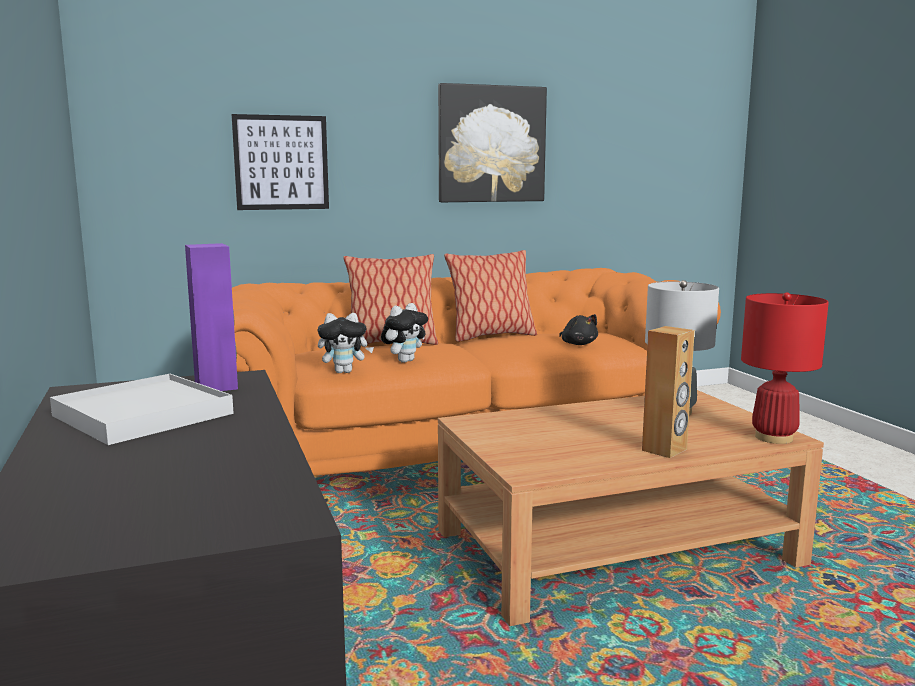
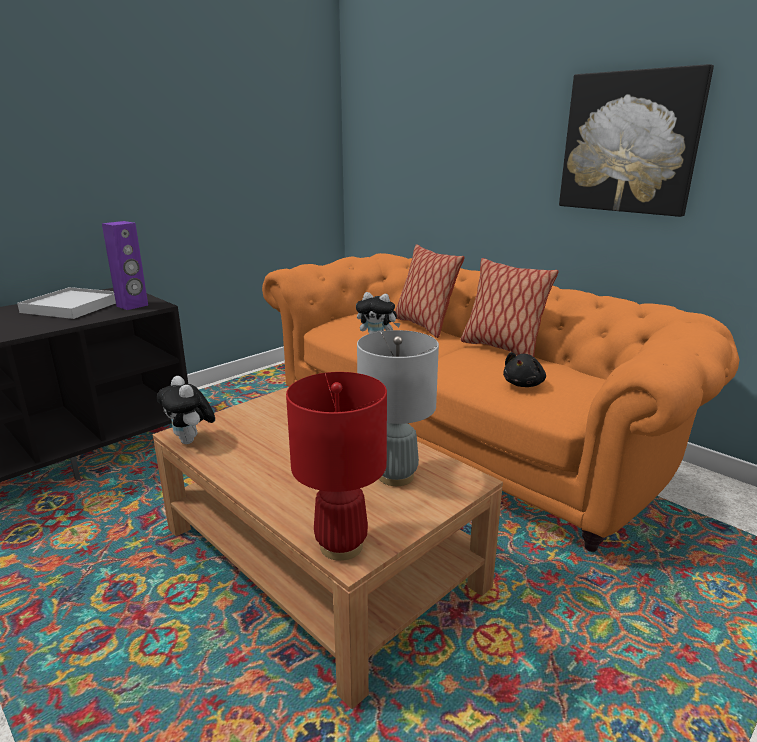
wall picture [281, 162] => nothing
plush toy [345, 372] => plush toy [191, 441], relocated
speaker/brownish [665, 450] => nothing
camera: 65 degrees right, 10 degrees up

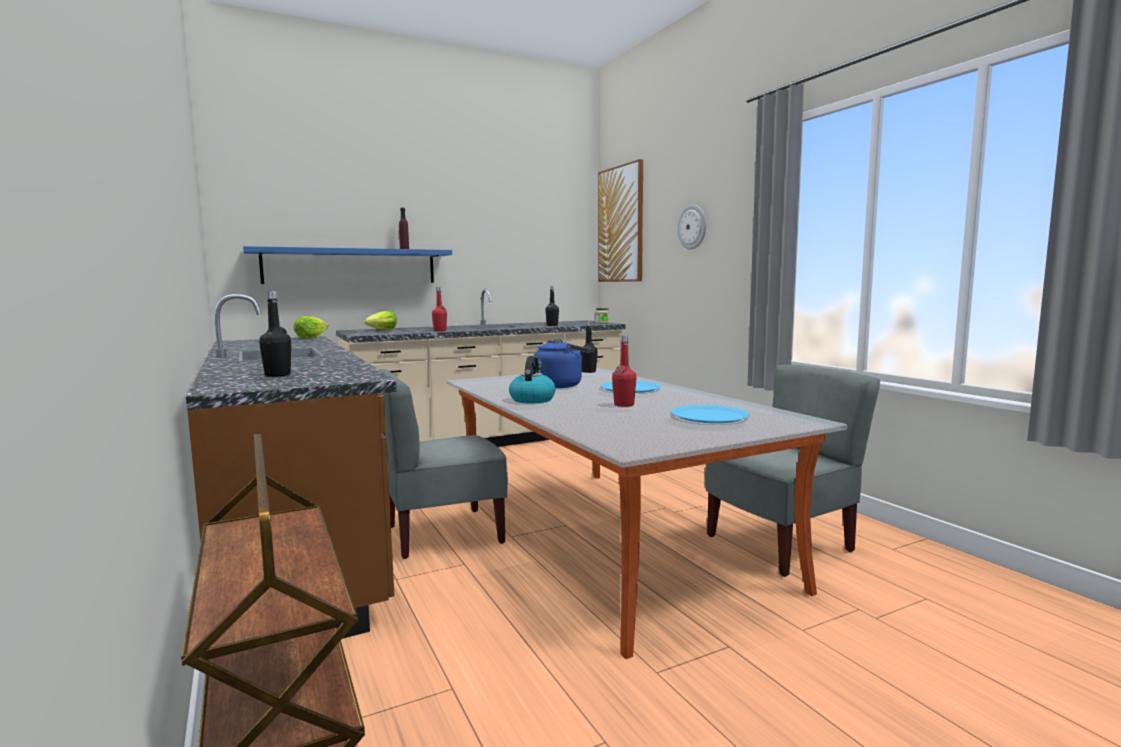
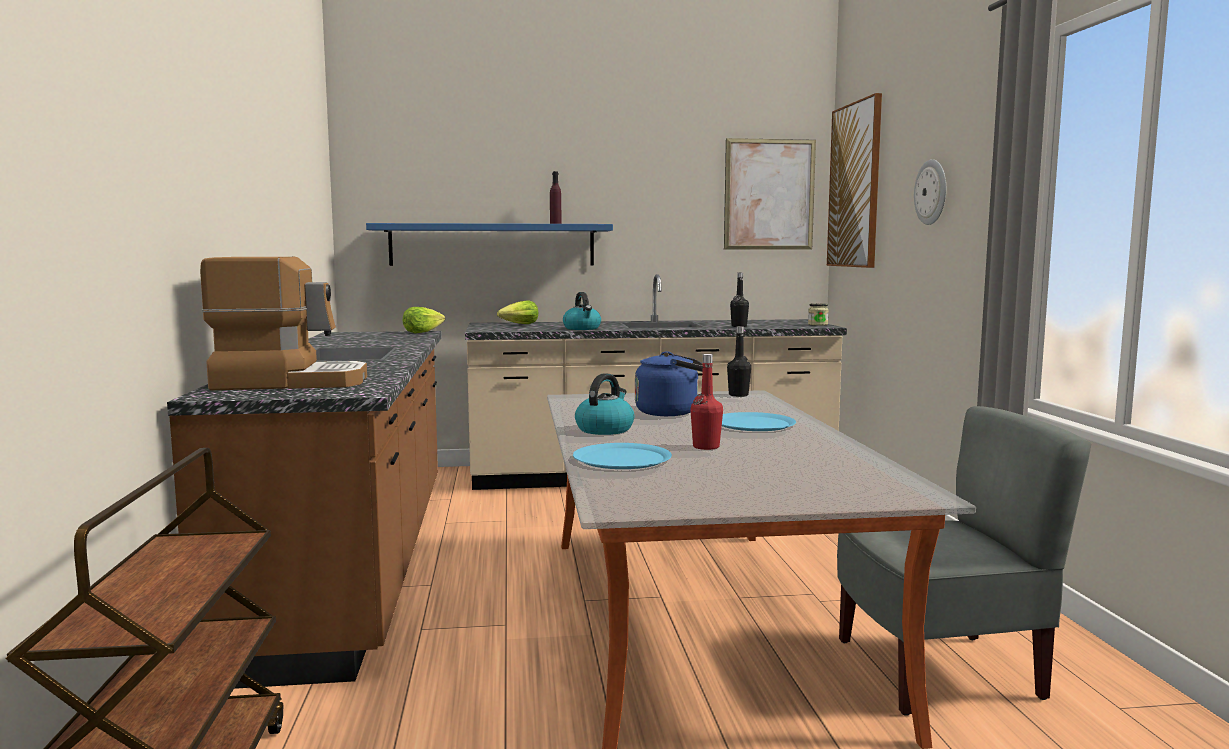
drink bottle/red [440, 330] => kettle [582, 328]
drink bottle/blackish [277, 375] => coffee maker [290, 382]
chair/grey [443, 534] => nothing
dinner plate/bluish [709, 416] => dinner plate/bluish [622, 458], relocated
nothing => wall picture [769, 194]
camera: 20 degrees right, 0 degrees up

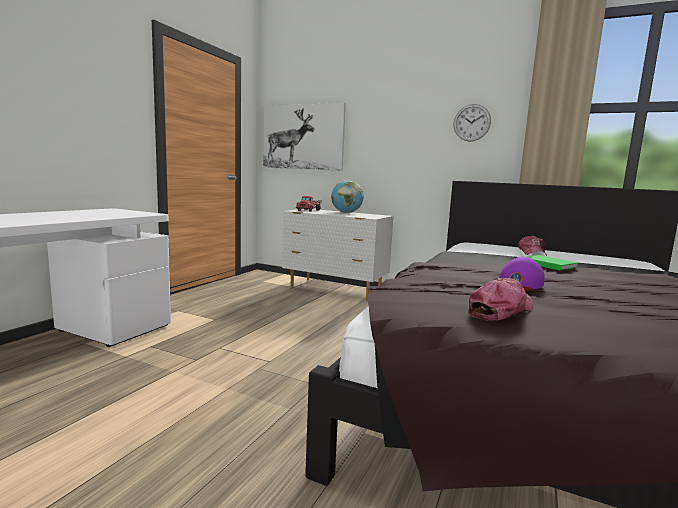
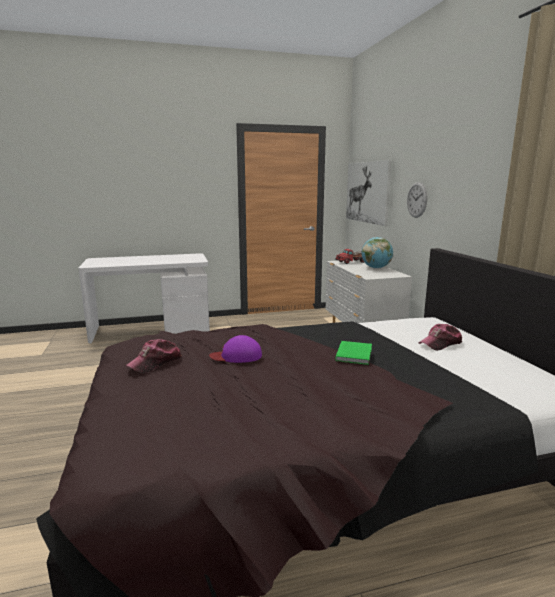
clock on the wall [471, 122] => clock on the wall [417, 200], relocated
baseball cap [500, 310] => baseball cap [155, 363], 120 degrees clockwise
camera: 50 degrees right, 5 degrees up

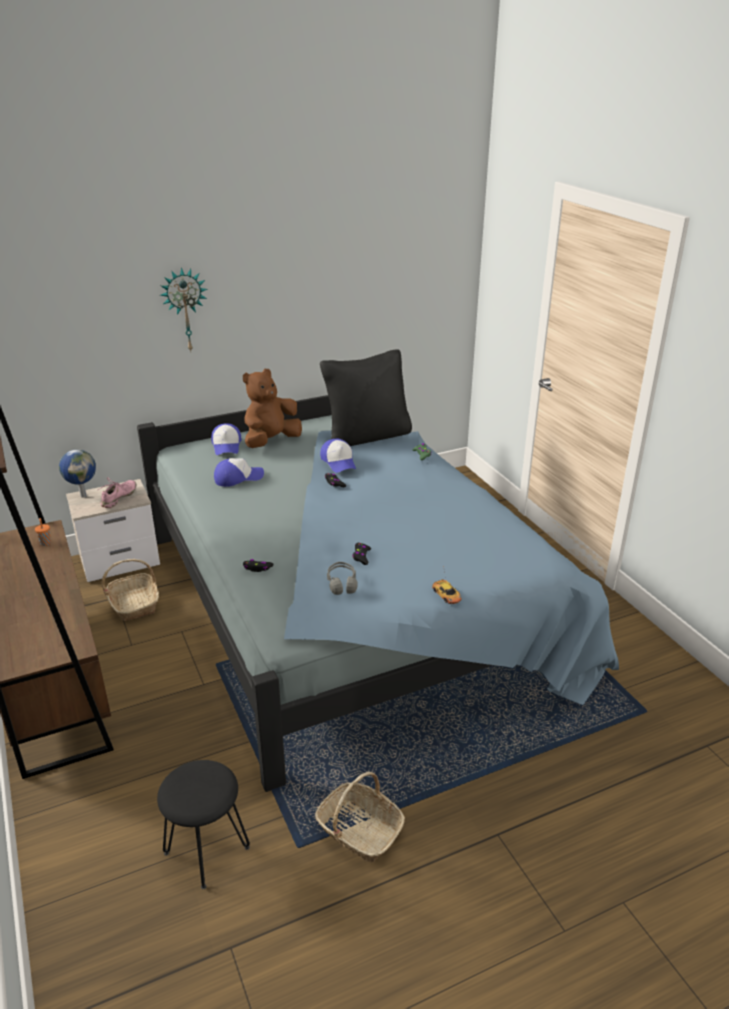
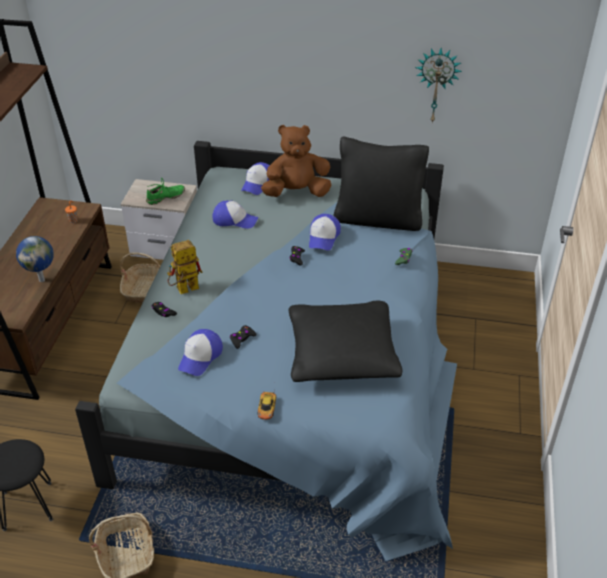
clock on the wall [185, 310] => clock on the wall [436, 84], relocated
world globe [83, 495] => world globe [42, 279], relocated
shoe/pinkish [119, 498] => shoe/green [165, 198]
pair of headphones/grey [342, 584] => baseball cap [200, 357]
nothing => toy robot [183, 290]
nothing => cushion/blackish [342, 354]
camera: 35 degrees right, 10 degrees up

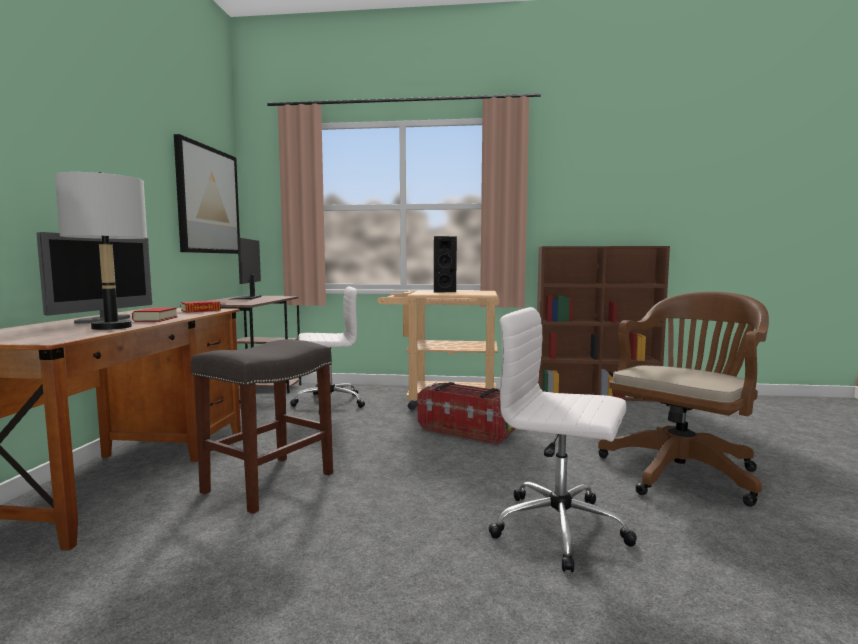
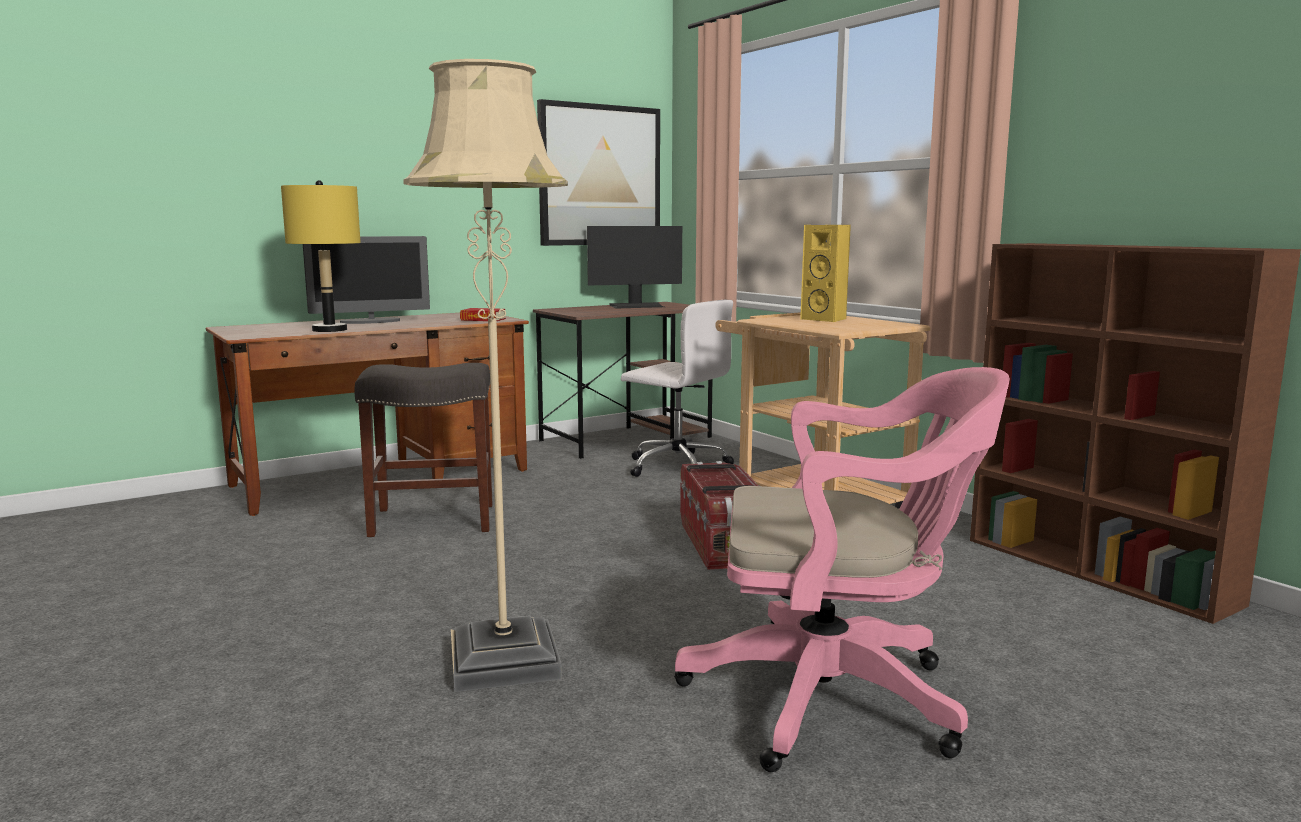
table lamp/grey [111, 327] => table lamp/yellow-coloured [329, 330]
speaker/blackish [443, 291] => speaker/yellow-coloured [826, 319]
computer screen [246, 298] => computer screen [637, 306], 150 degrees counterclockwise
desk chair/brownish [682, 470] => desk chair/pinkish [838, 699]
volume [155, 319] => nothing
desk chair/white-coloured [562, 529] => floor lamp/beige-coloured [504, 660]
camera: 50 degrees right, 5 degrees up

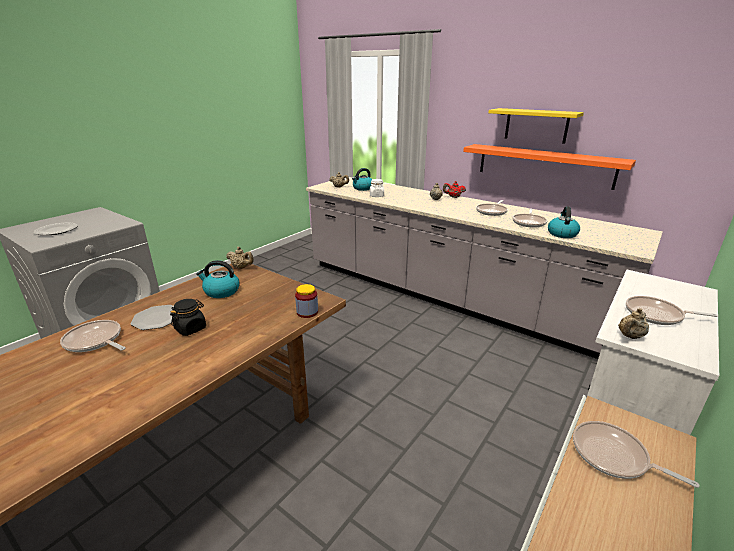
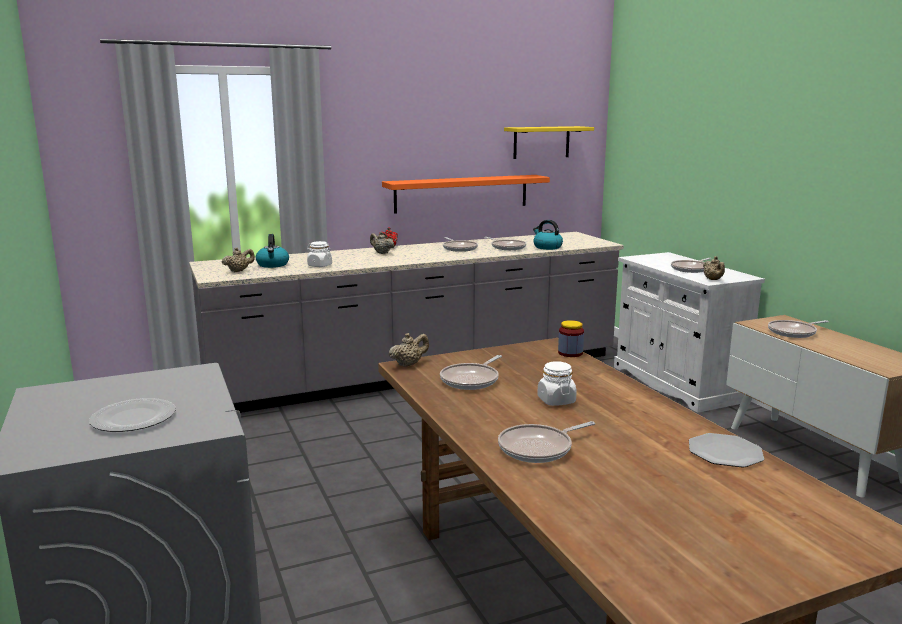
wall shelf/yellow-coloured [536, 125] => wall shelf/yellow-coloured [541, 142], relocated
kettle [221, 291] => pan [471, 380]
storage jar/blackish [191, 328] => storage jar/white-coloured [556, 400]
dinner plate [157, 318] => dinner plate [725, 452], relocated
camera: 60 degrees left, 10 degrees down

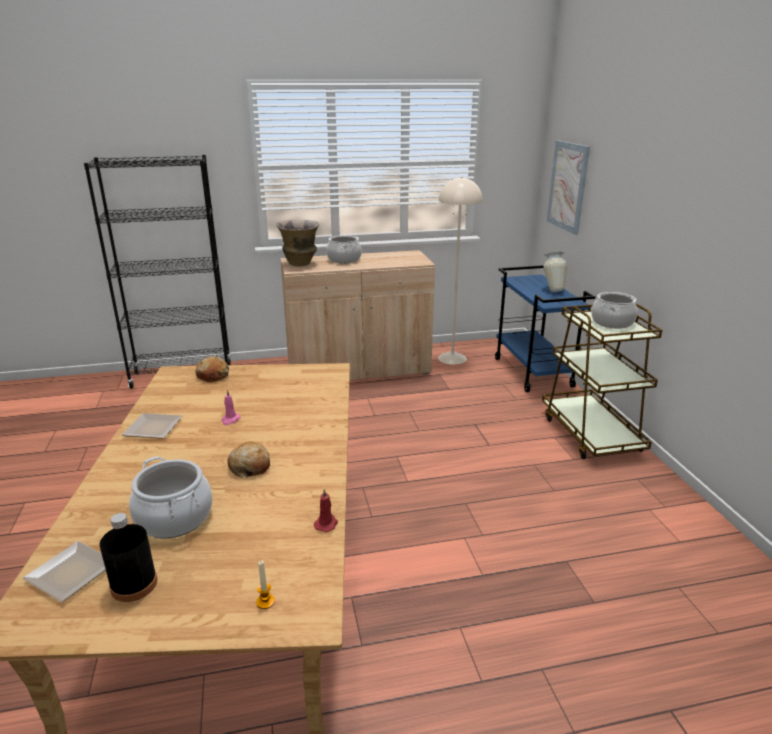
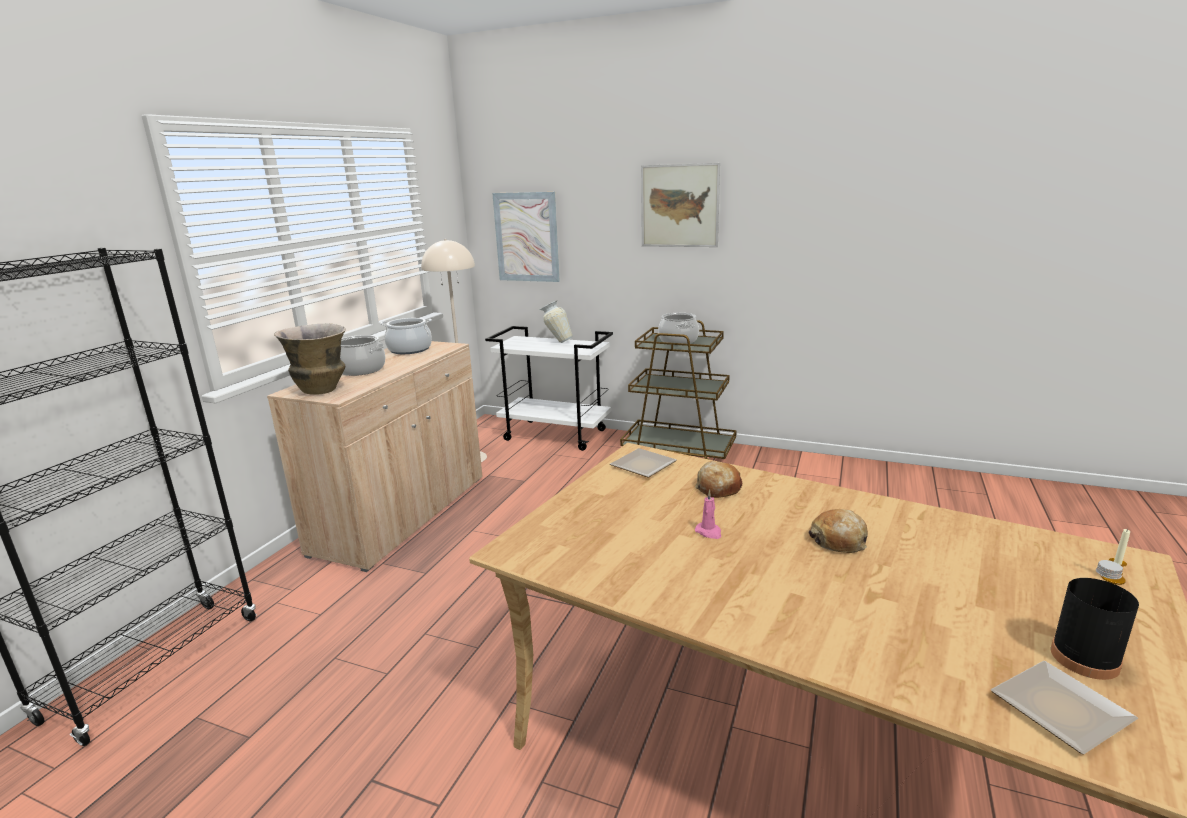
trolley/bluish [534, 372] => trolley/white-coloured [556, 435]
bakery bread [213, 376] => bakery bread [718, 488], relocated
dinner plate [152, 428] => dinner plate [640, 466], relocated
stockpot [175, 517] => stockpot [409, 349], relocated
wax light/red [326, 524] => nothing
nothing => wall picture [679, 206]
camera: 55 degrees left, 5 degrees down

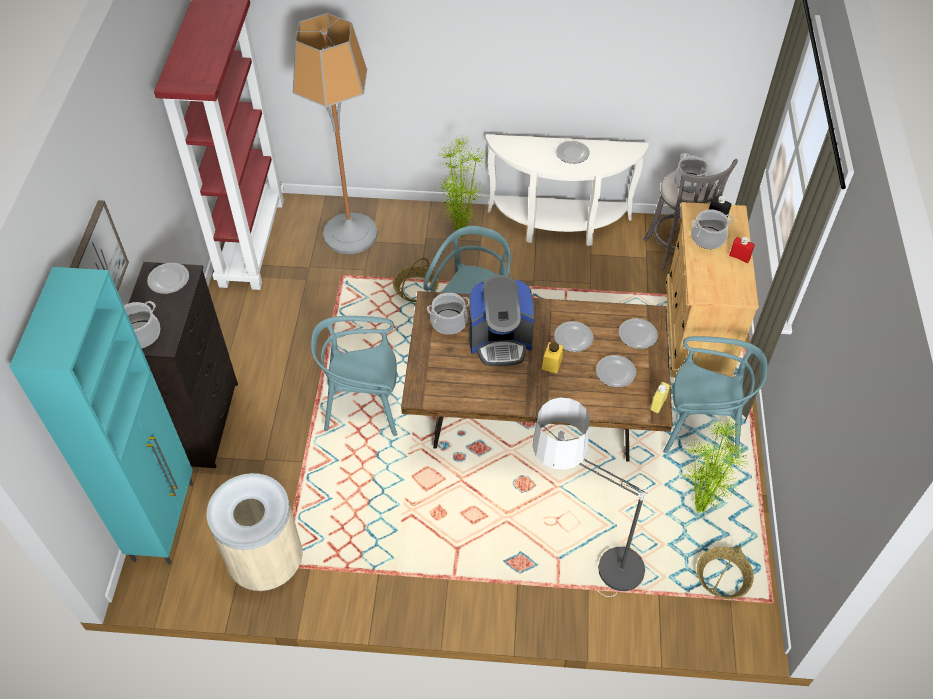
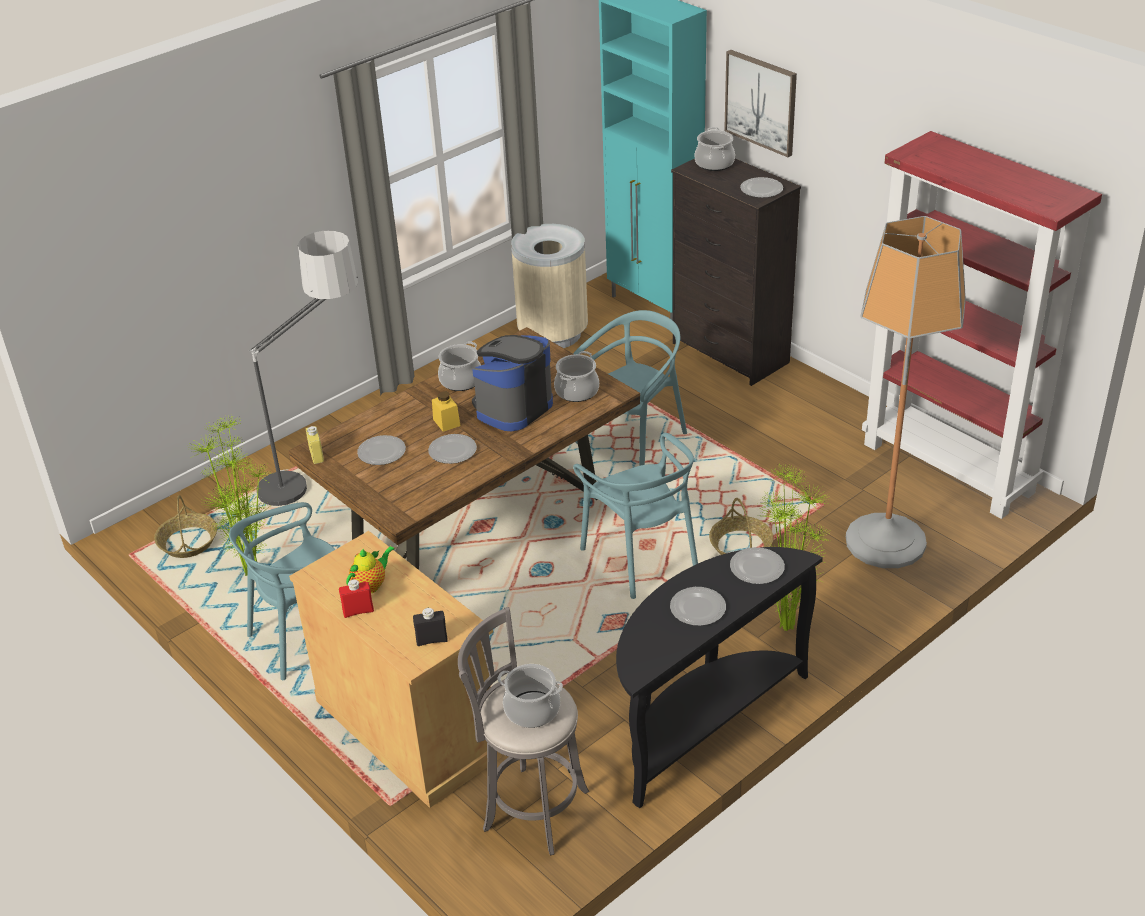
narrow table/white-coloured [558, 227] => narrow table/blackish [702, 722]
stockpot [708, 238] => stockpot [461, 380], relocated
dinner plate [637, 334] => dinner plate [757, 567], relocated
nothing => tea pot [371, 585]
camera: 135 degrees right, 15 degrees down

